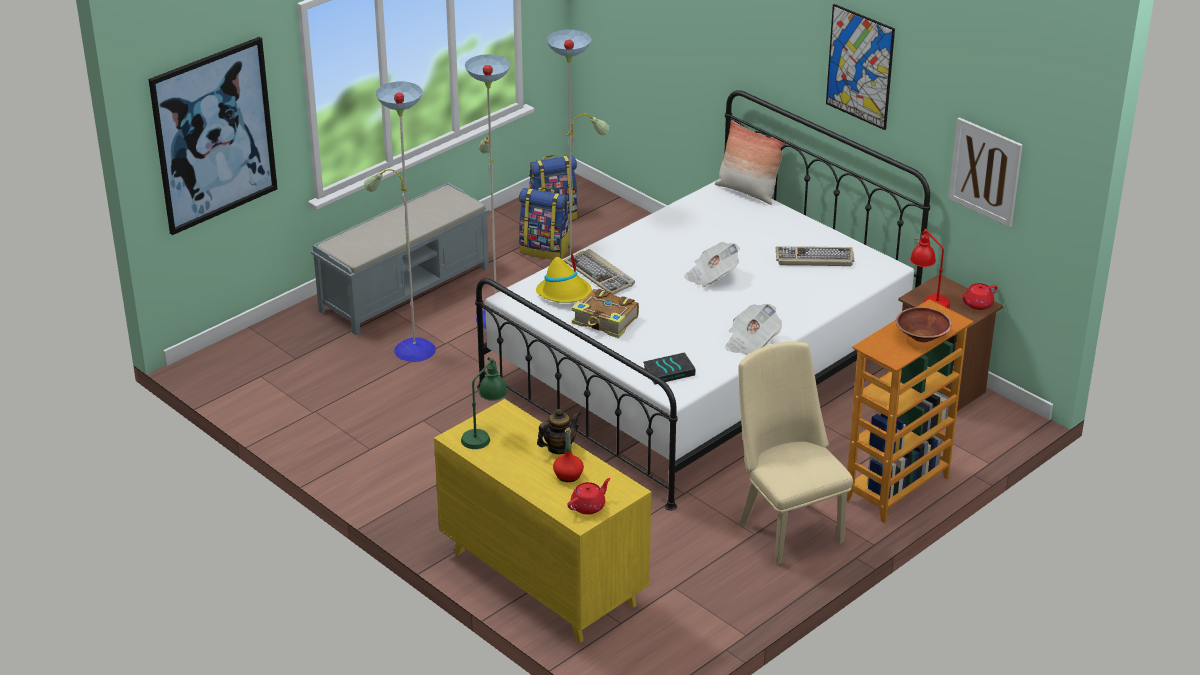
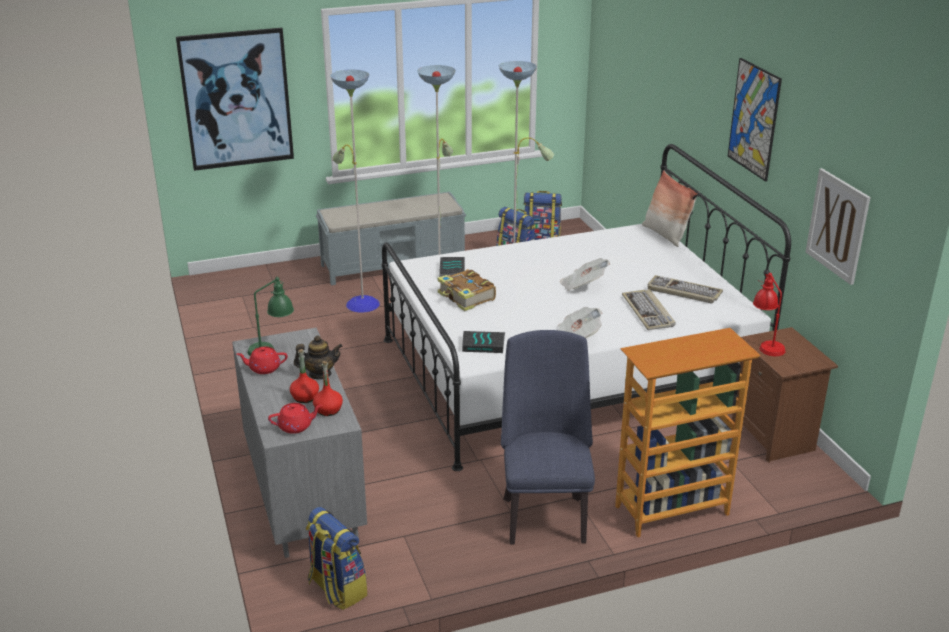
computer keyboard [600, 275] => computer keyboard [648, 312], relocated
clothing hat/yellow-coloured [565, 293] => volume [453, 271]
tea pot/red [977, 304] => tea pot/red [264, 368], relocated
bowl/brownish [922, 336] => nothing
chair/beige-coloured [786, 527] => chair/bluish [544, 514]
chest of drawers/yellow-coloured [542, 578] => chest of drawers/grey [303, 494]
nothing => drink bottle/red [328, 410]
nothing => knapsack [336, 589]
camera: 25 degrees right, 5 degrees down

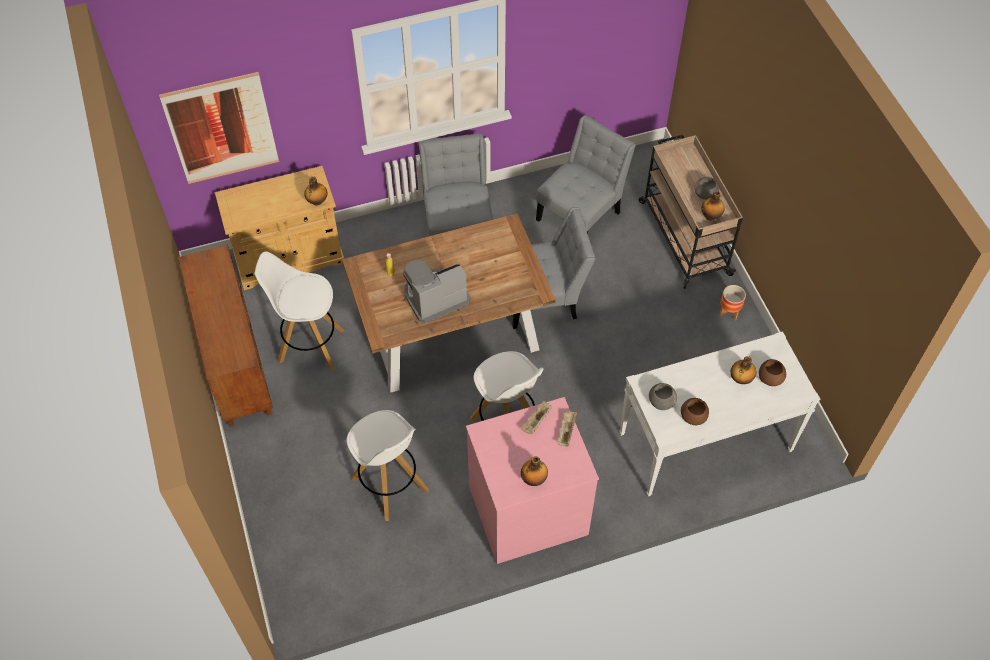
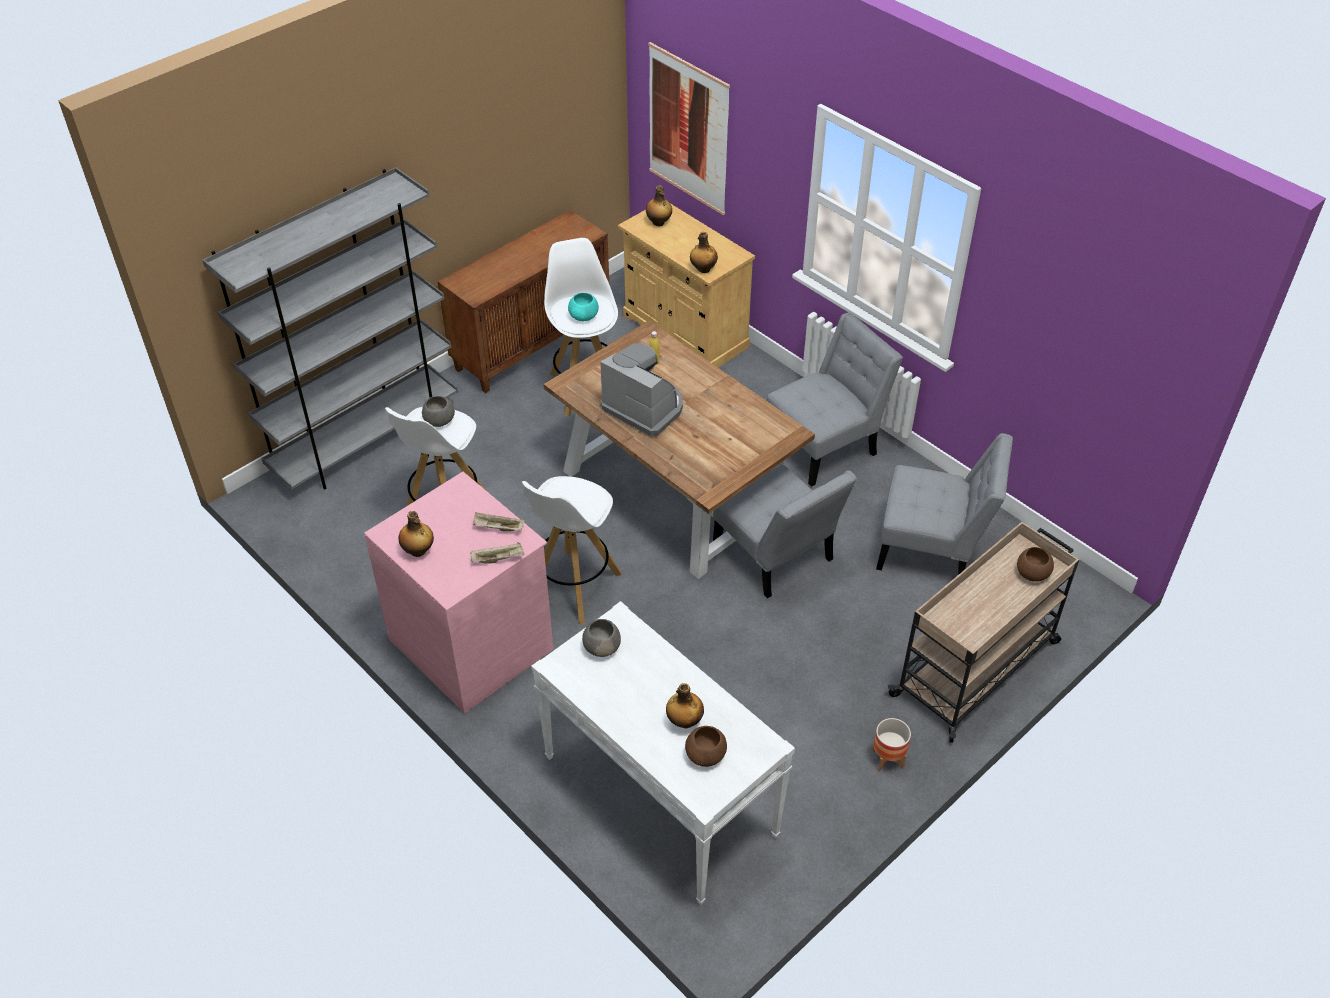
bowl/grey [705, 194] => bowl/grey [439, 421], relocated
drink bottle [711, 216] => drink bottle [658, 223], relocated
bowl/brownish [693, 417] => bowl/brownish [1032, 573], relocated
nothing => bookshelf/grey [366, 441]
nothing => bowl/turquoise [584, 316]
camera: 65 degrees right, 10 degrees down

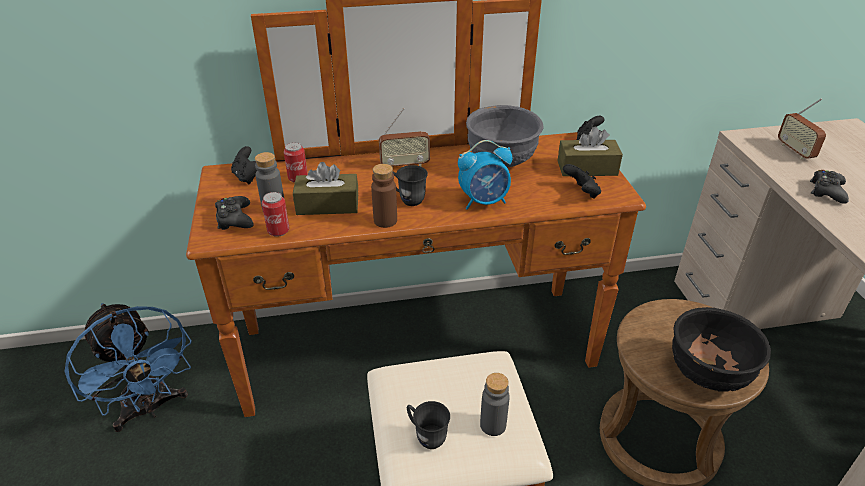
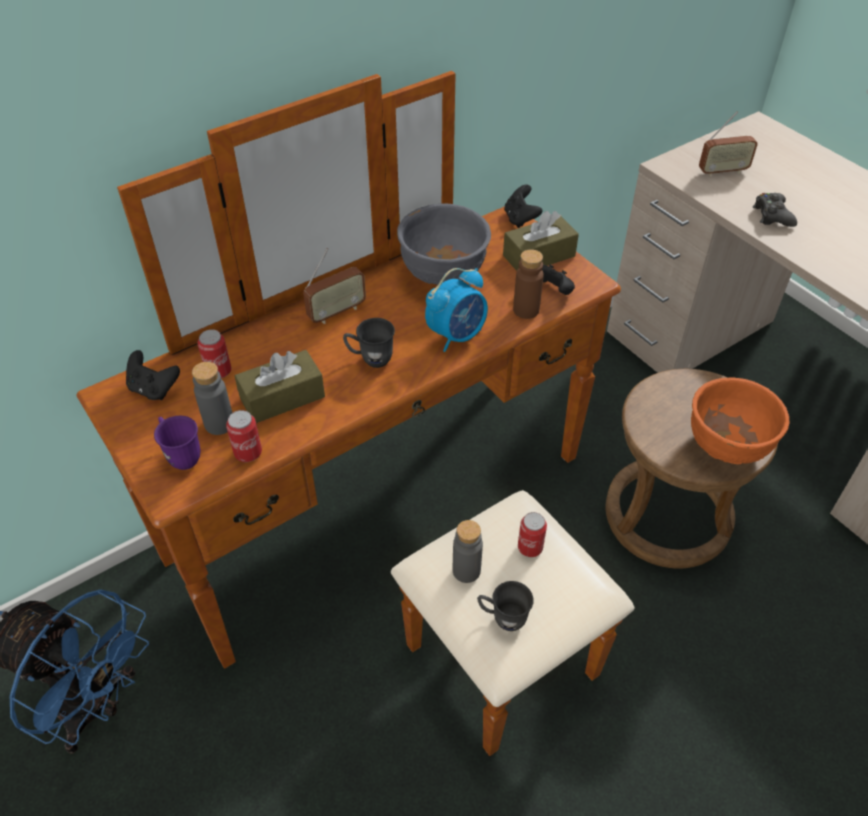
radio [795, 151] => radio [722, 171], 60 degrees counterclockwise
drink bottle/brownish [385, 220] => drink bottle/brownish [526, 310], relocated
joypad/blackish [235, 219] => coffee mug/purplish [181, 455]
bowl/blackish [708, 374] => bowl/orange [727, 446]
drink bottle/grey [493, 425] => drink bottle/grey [466, 570], relocated
nothing => sealed can [530, 547]
camera: 25 degrees left, 10 degrees up

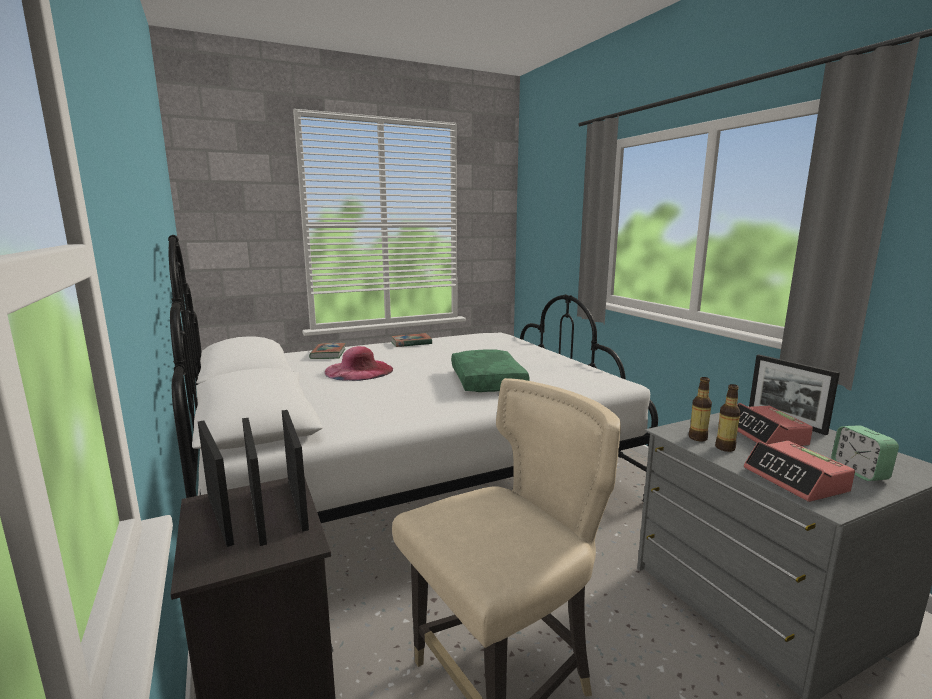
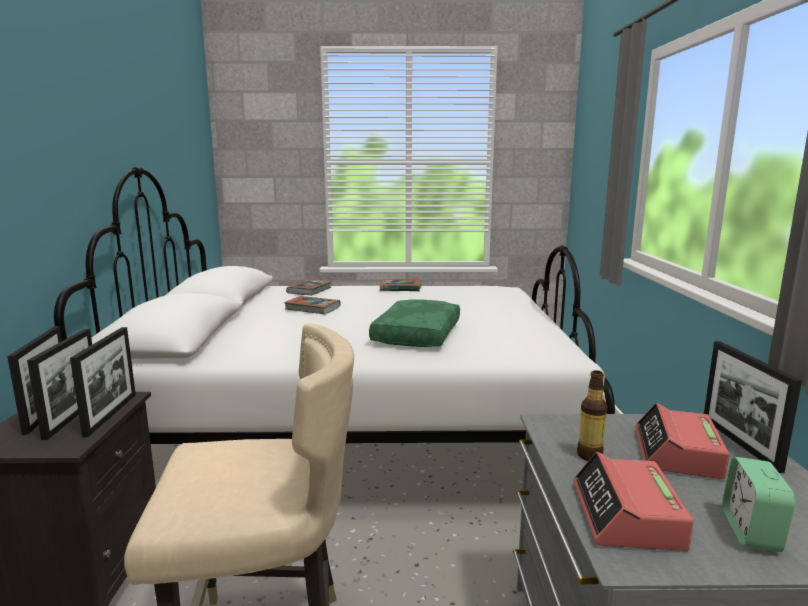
clothing hat/pinkish [359, 370] => volume [312, 308]
drink bottle [697, 438] => nothing
camera: 25 degrees right, 0 degrees up

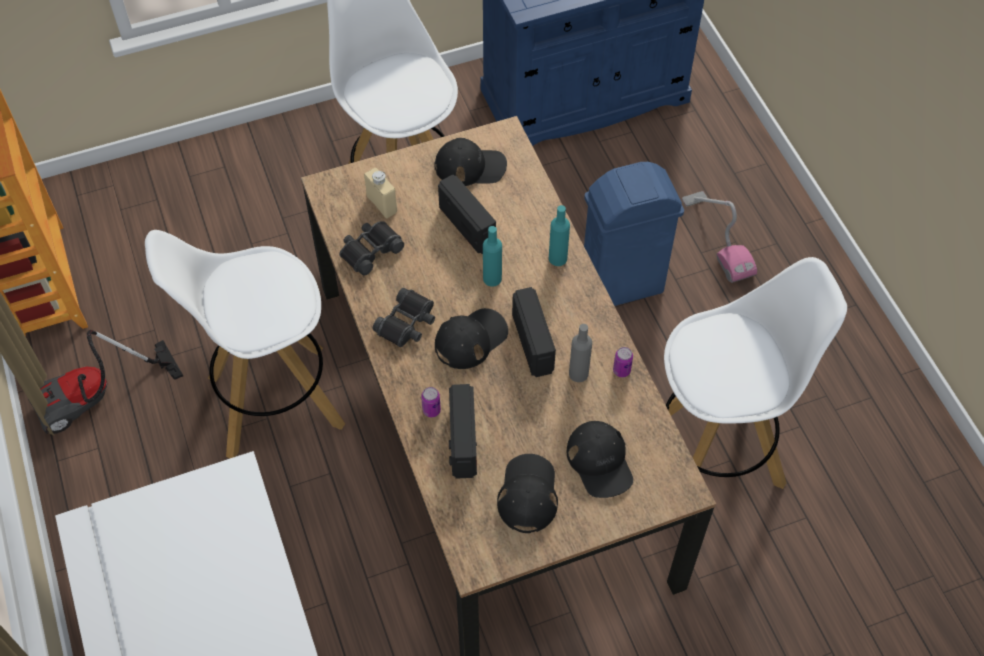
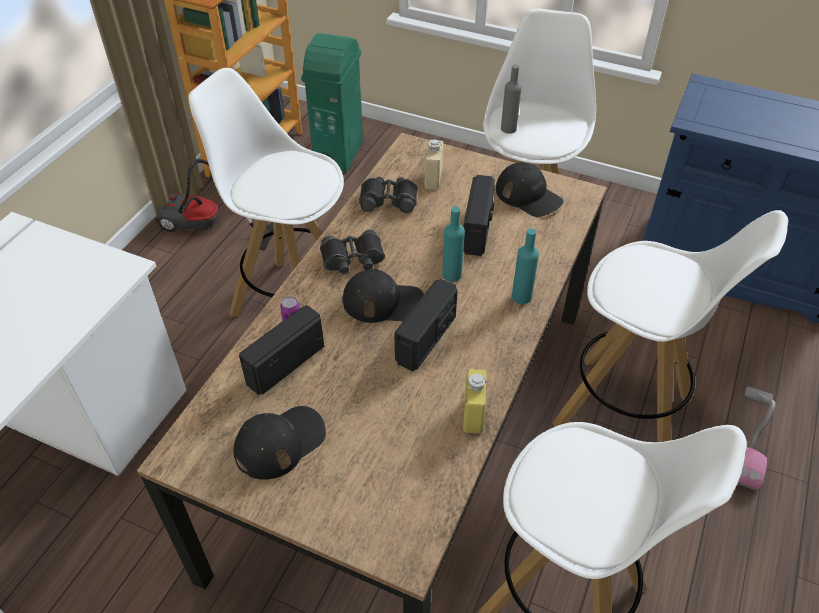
waste bin/bluish [623, 285] => stool seat/white-coloured [625, 412]
drink bottle/grey [578, 373] => drink bottle/grey [508, 128], relocated
sealed can [621, 370] => drink bottle/yellow-coloured [473, 414]
baseball cap/blackish [600, 462] => nothing
nothing => waste bin/green [339, 154]
camera: 45 degrees right, 10 degrees down

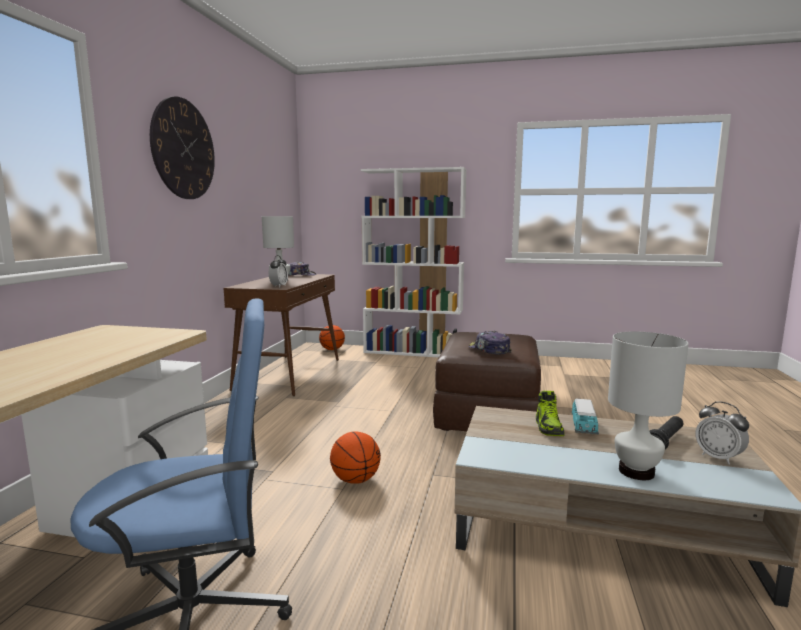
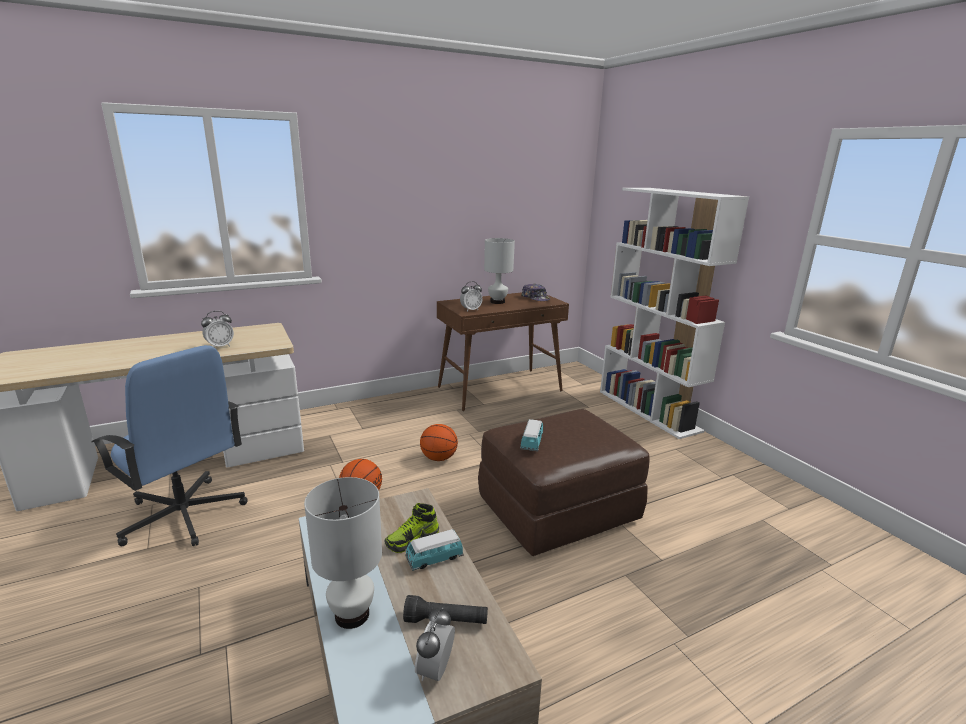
clock on the wall [183, 149] => nothing
ball for basketball [332, 349] => ball for basketball [438, 458], relocated
baseball cap [489, 350] => model car [531, 443]
nothing => alarm clock [220, 346]
camera: 50 degrees right, 10 degrees up

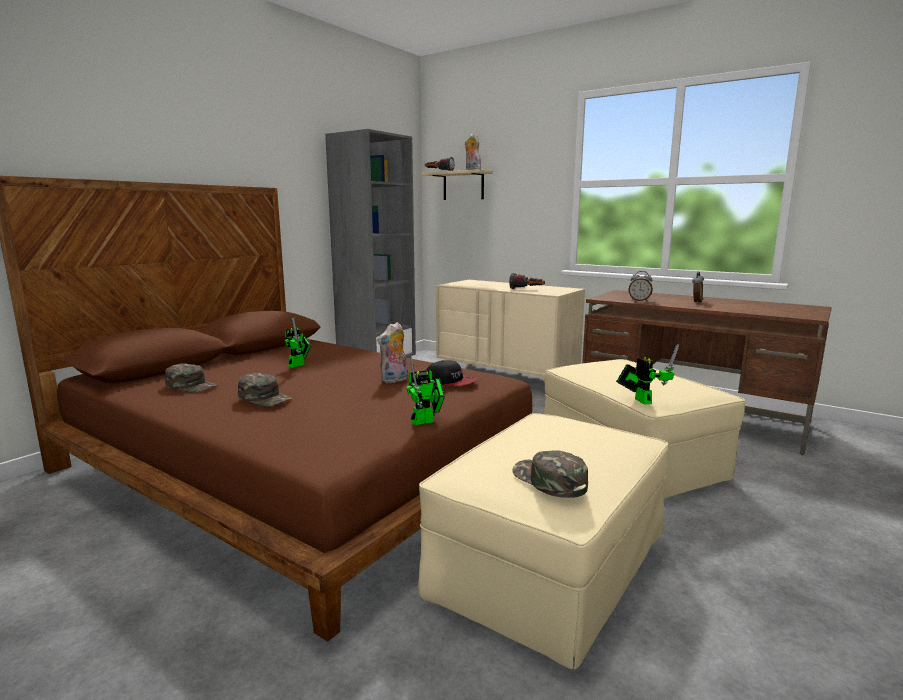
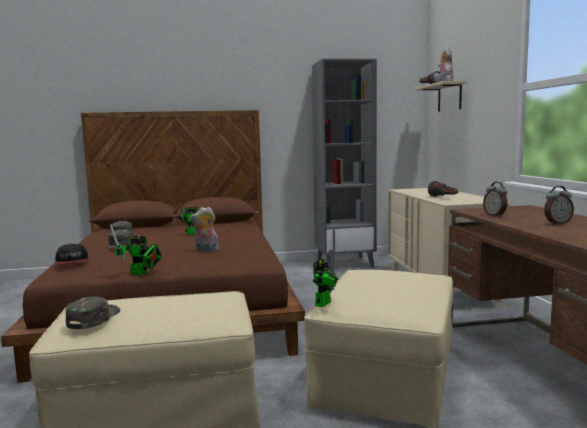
baseball cap [450, 382] => baseball cap [72, 262], relocated
camera: 45 degrees right, 5 degrees down

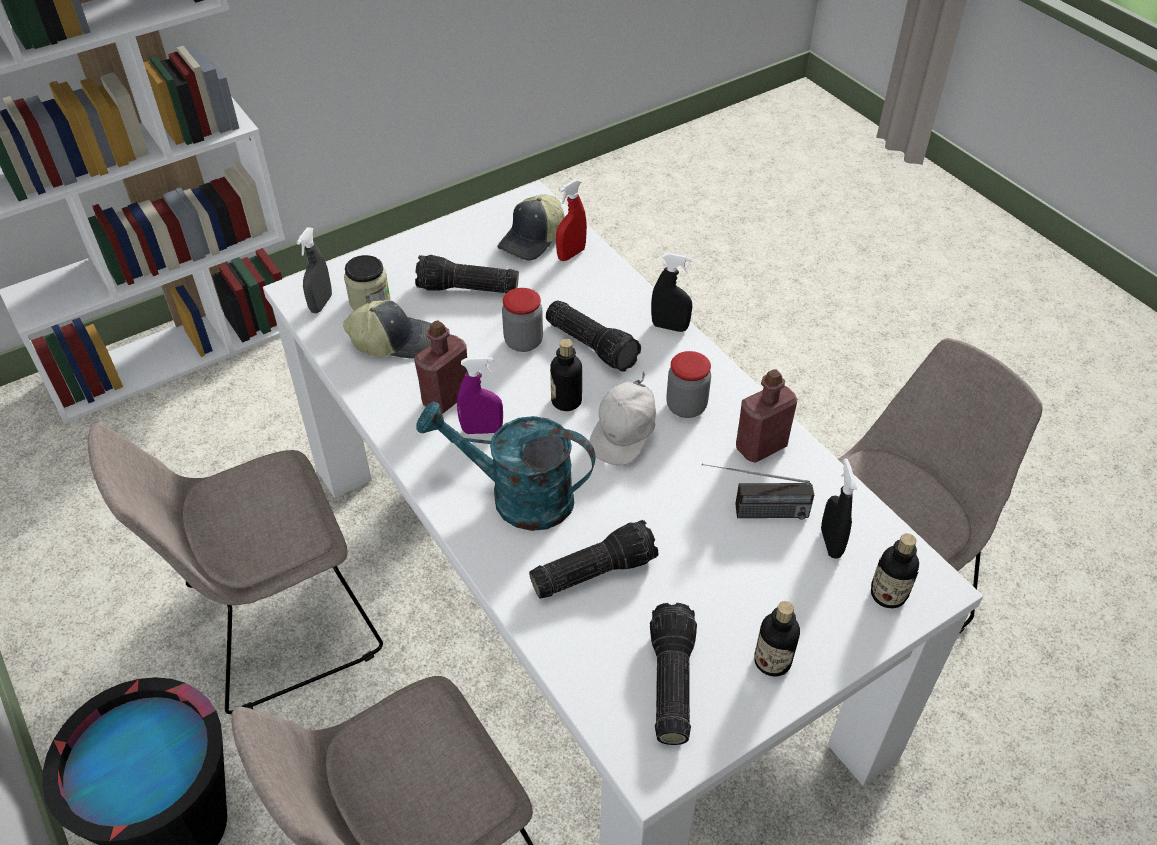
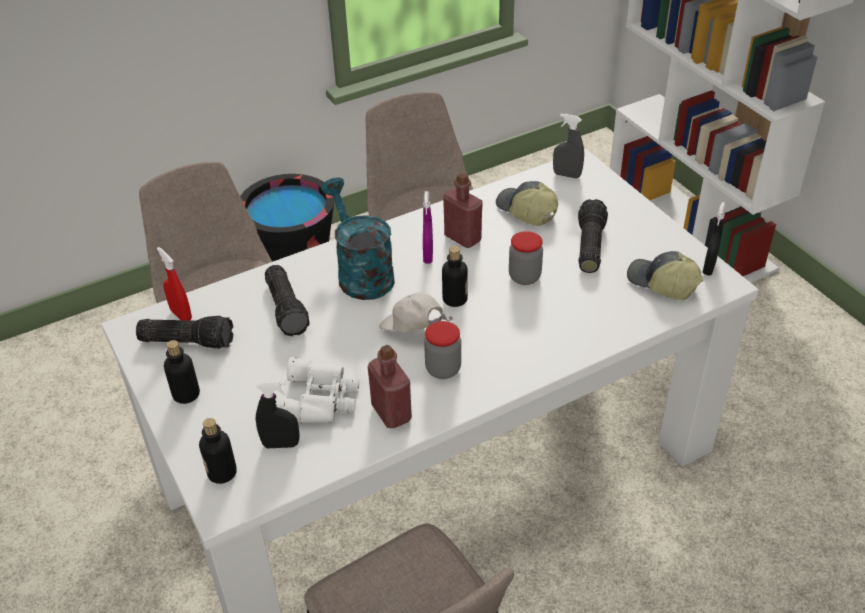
spray bottle/red [571, 254] => spray bottle/red [181, 315], relocated
spray bottle/blackish [669, 327] => spray bottle/blackish [709, 267], relocated
storage jar [369, 300] => nothing
baseball cap [394, 340] => baseball cap [526, 211], 135 degrees clockwise
hand torch [593, 344] => nothing
watering can/turquoise [517, 497] => watering can/turquoise [361, 273], 45 degrees counterclockwise
radio [752, 513] => pair of binoculars/white-coloured [321, 399]
camera: 95 degrees right, 5 degrees down

